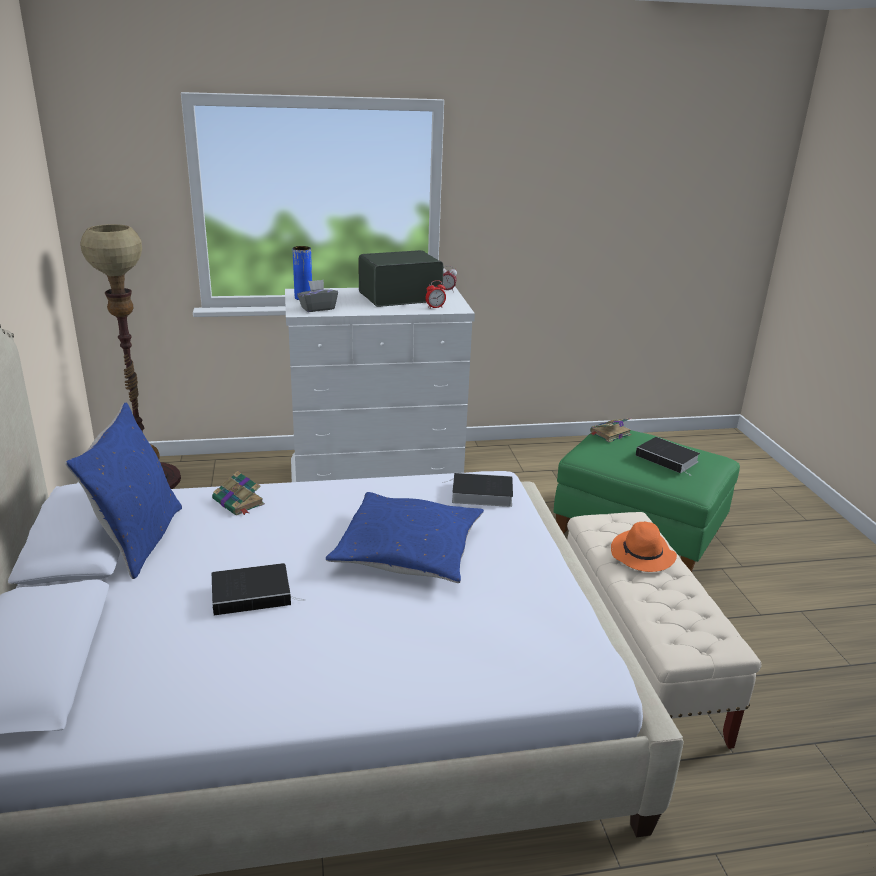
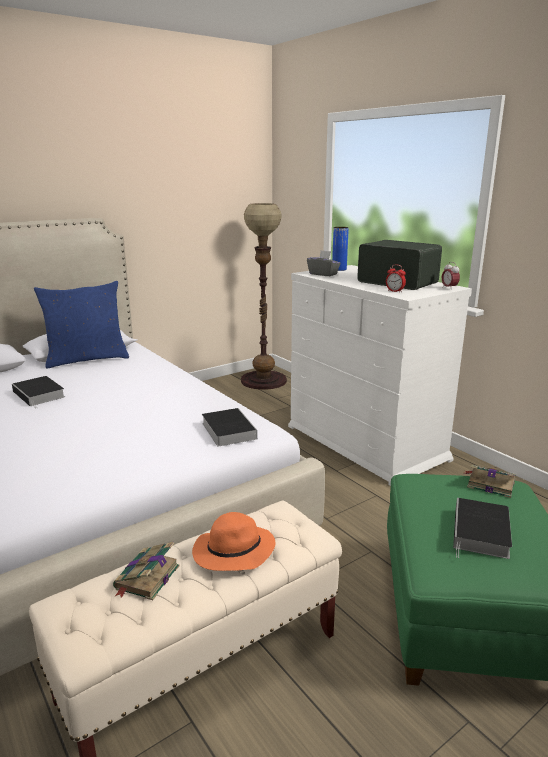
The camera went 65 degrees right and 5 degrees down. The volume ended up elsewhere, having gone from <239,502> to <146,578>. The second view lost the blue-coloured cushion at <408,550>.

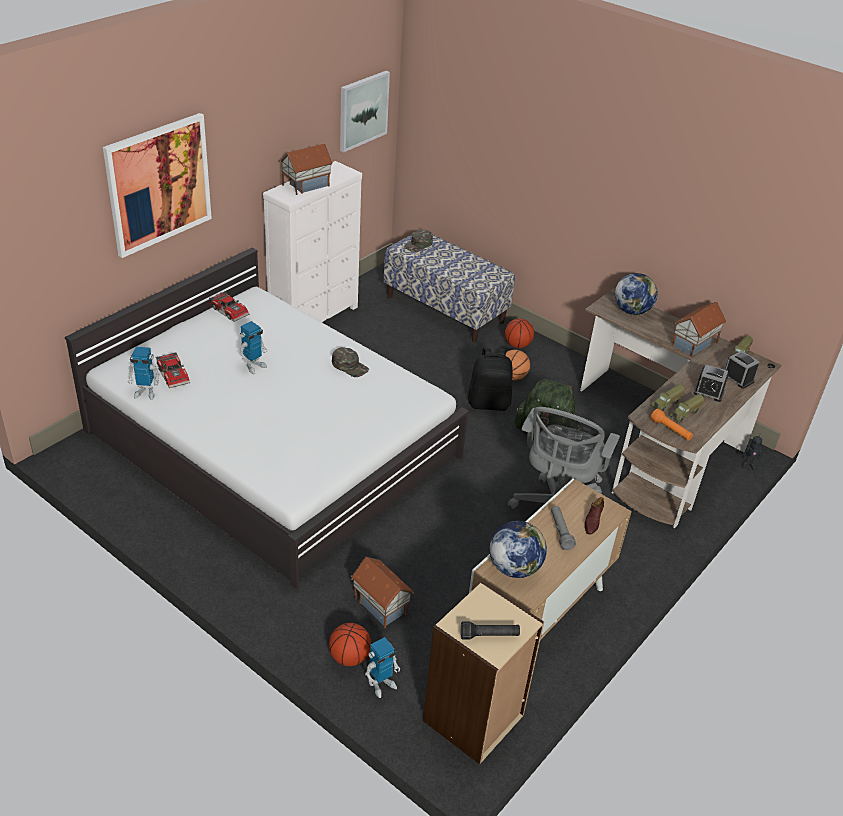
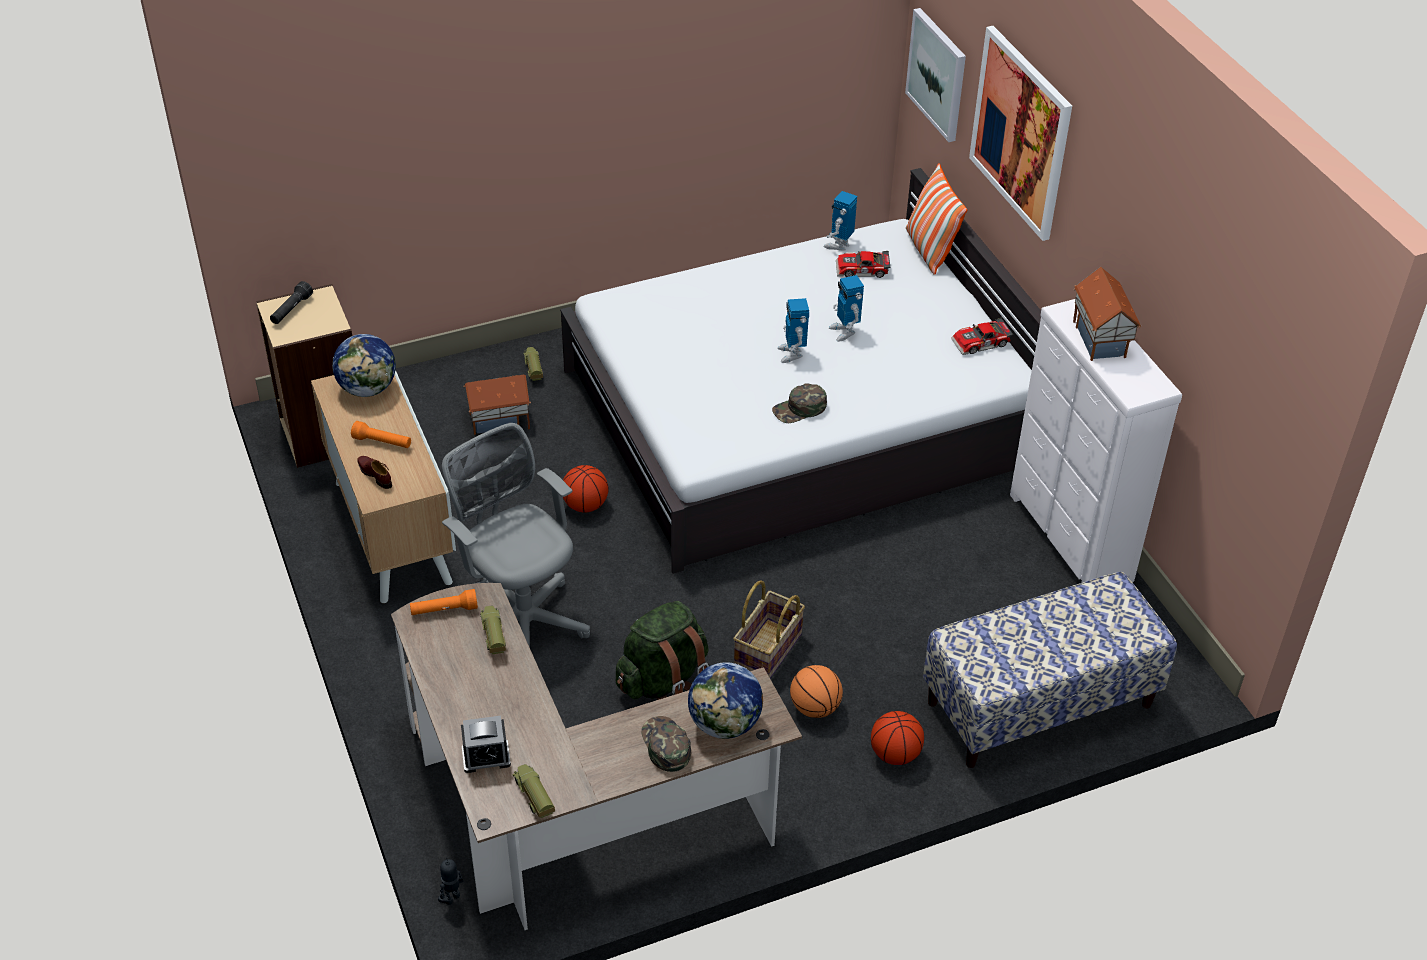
The camera went 120 degrees right and 5 degrees up. The picture ended up elsewhere, having gone from <363,110> to <937,74>. The green-coloured cap ended up elsewhere, having gone from <418,245> to <665,745>. The second view lost the toy house at <694,344>. Where the blackish knapsack stood at <489,403>, the basket came to stand at <768,651>. The second view lost the bedside clock at <708,392>. The toy lorry ended up elsewhere, having gone from <685,414> to <533,370>. What was the grey torch at <560,532> turned into the orange-coloured torch at <382,442>. The basketball ended up elsewhere, having gone from <349,657> to <585,505>. The robot figure ended up elsewhere, having gone from <381,684> to <792,354>. The second view gained the cushion at <929,250>.

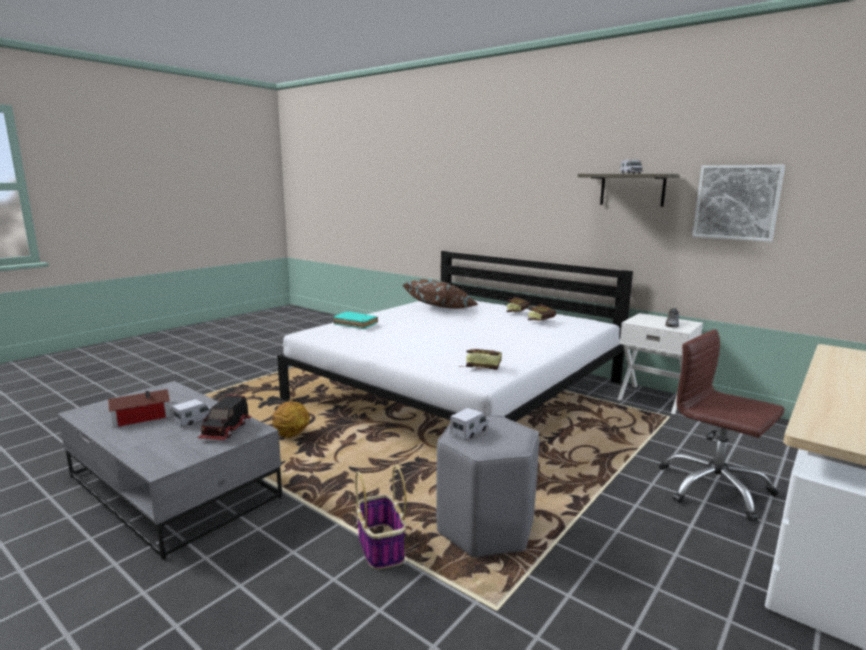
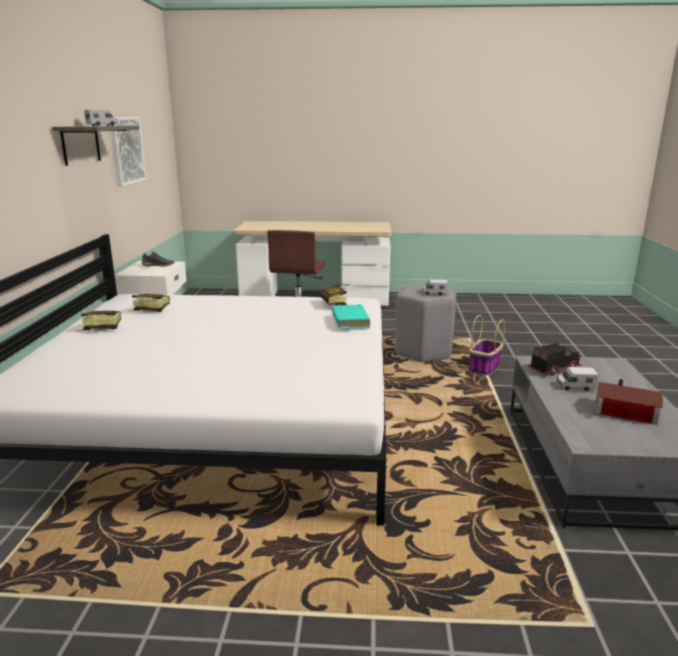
The camera went 125 degrees left and 5 degrees up. The second view lost the brown cushion at <441,308>. The turquoise volume ended up elsewhere, having gone from <355,324> to <350,322>. The second view lost the basketball at <291,435>.

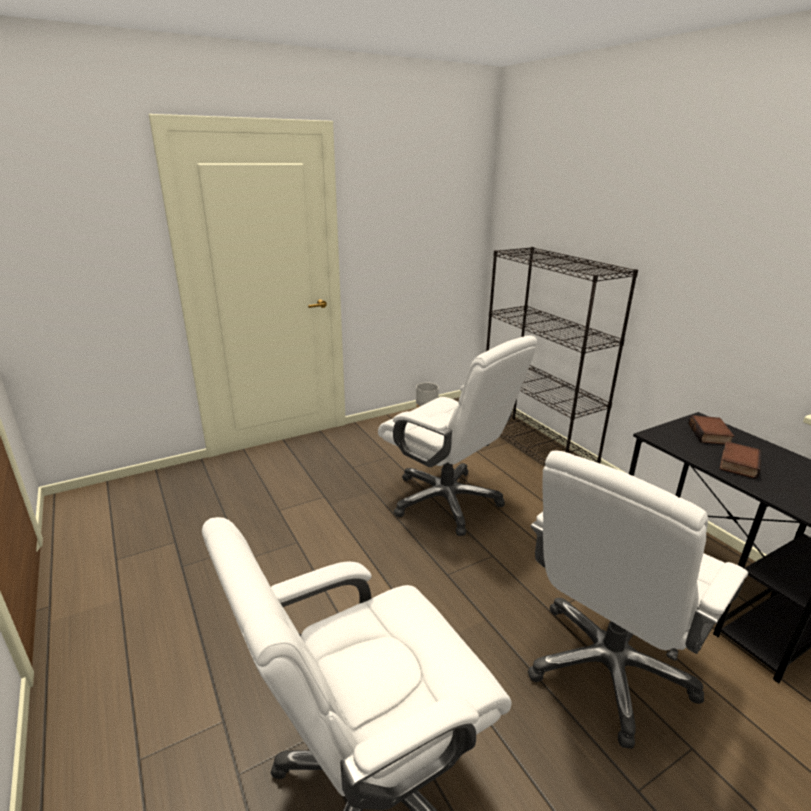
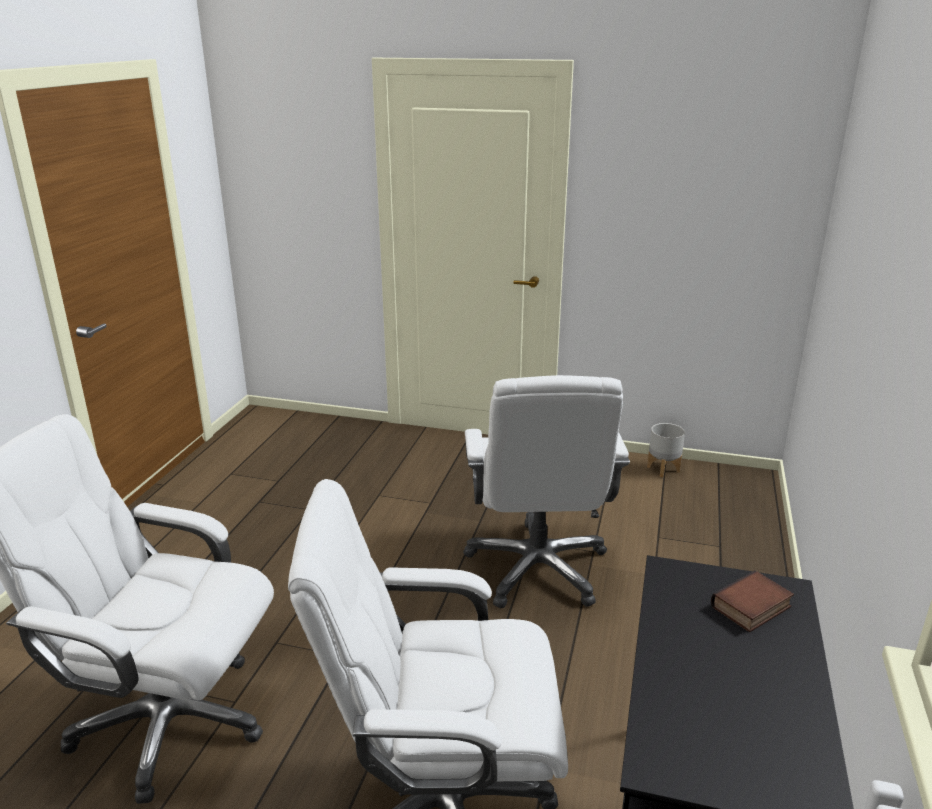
The camera went 45 degrees right and 0 degrees up. The second view lost the blackish shelving unit at <536,447>. The second view lost the volume at <737,463>.

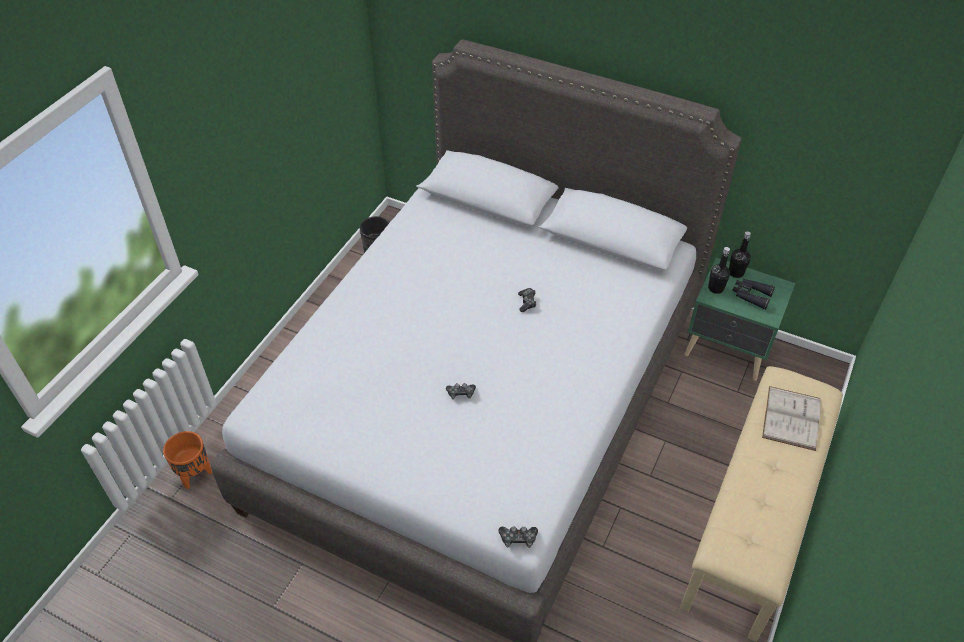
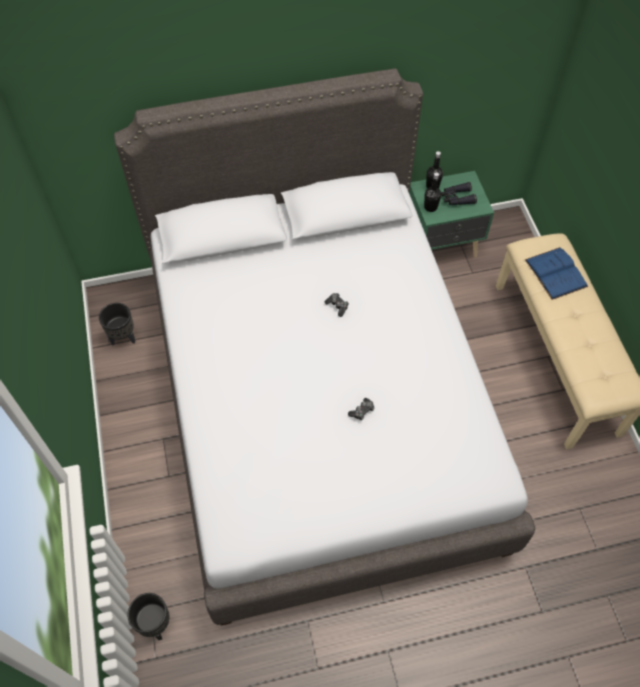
The camera went 40 degrees left and 10 degrees up. What was the white volume at <791,418> turned into the blue-coloured volume at <555,273>. What was the orange-coloured plant pot at <194,475> turned into the blackish plant pot at <156,624>. The second view lost the gamepad at <518,539>.

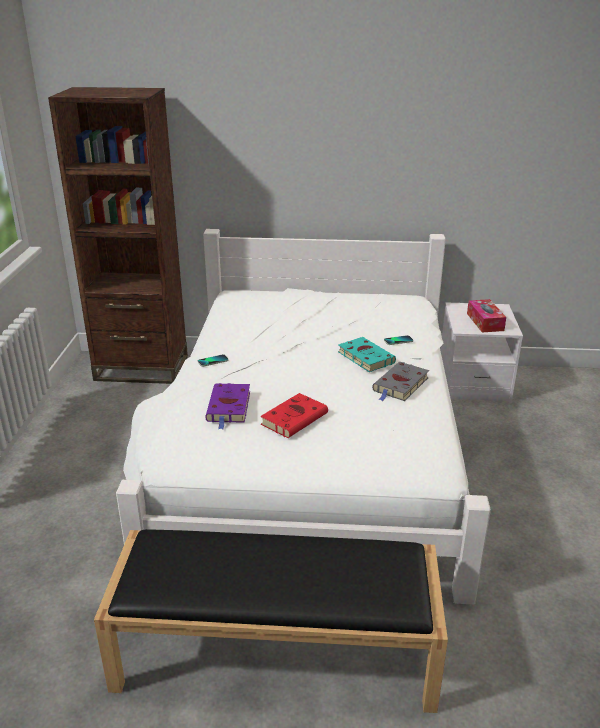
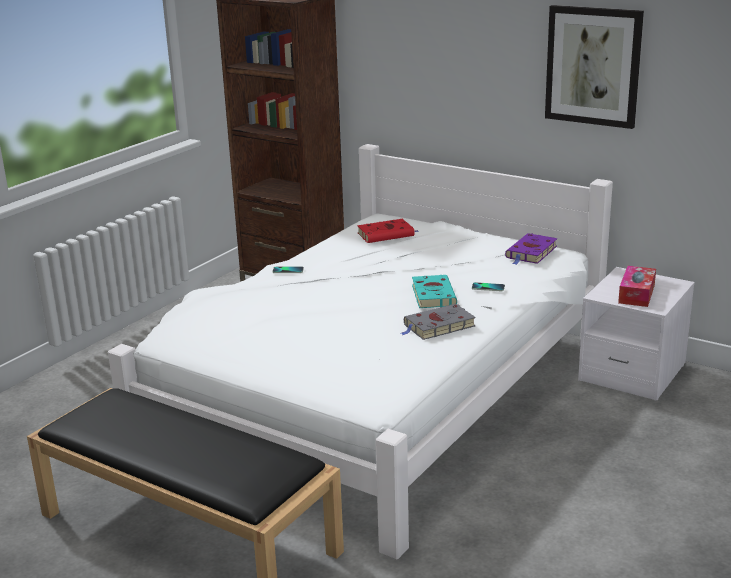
The camera went 30 degrees right and 5 degrees down. The purple volume ended up elsewhere, having gone from <229,408> to <531,253>. The red volume ended up elsewhere, having gone from <295,418> to <387,234>. The second view gained the picture at <593,66>.

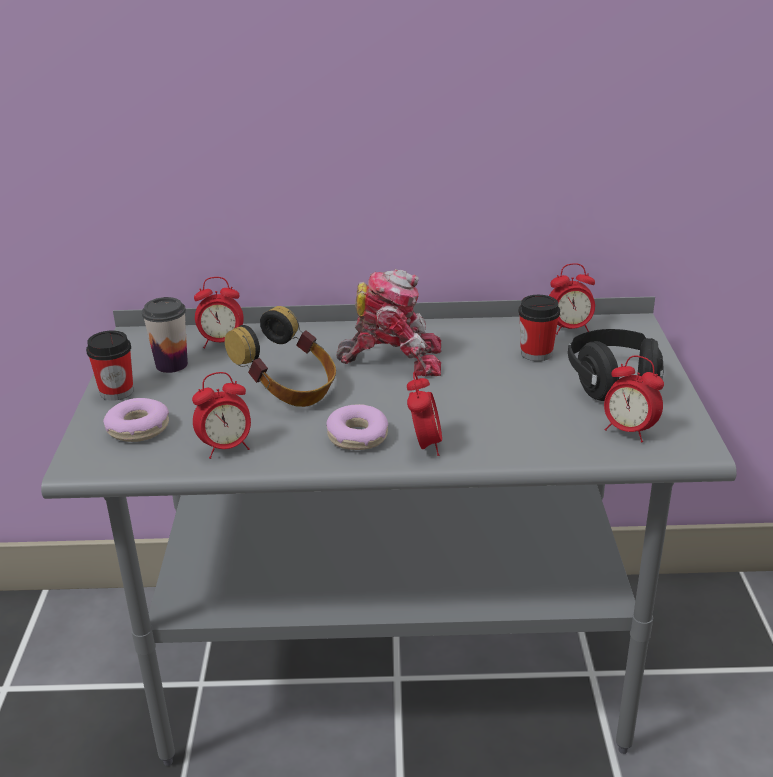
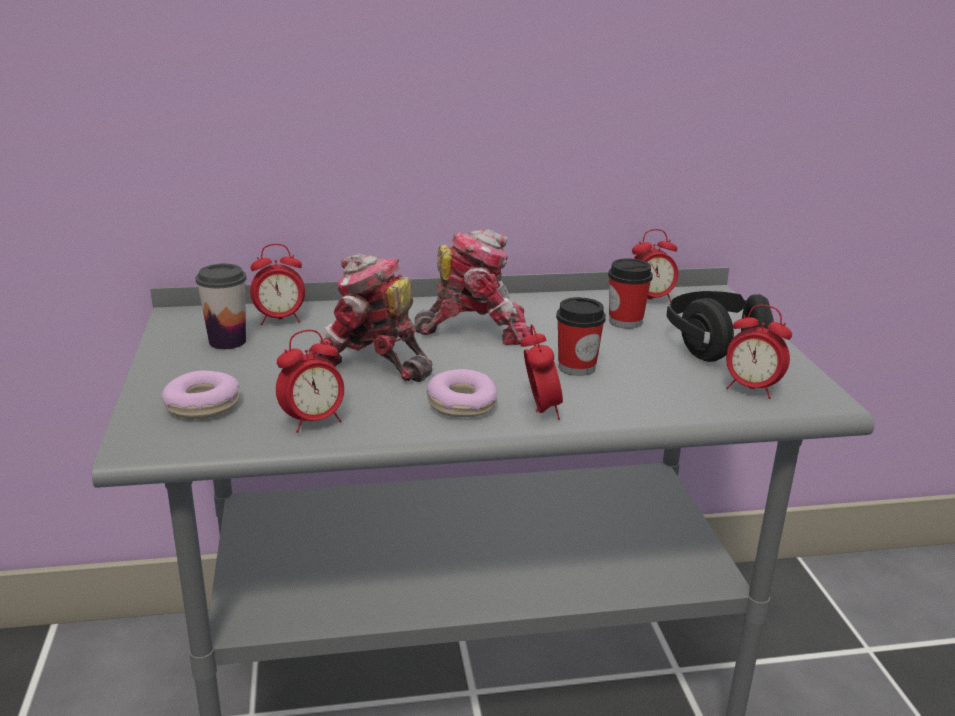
The camera went 10 degrees left and 5 degrees down. Where the pair of headphones stood at <289,391>, the robot figure came to stand at <370,363>. The cup ended up elsewhere, having gone from <116,392> to <576,367>.

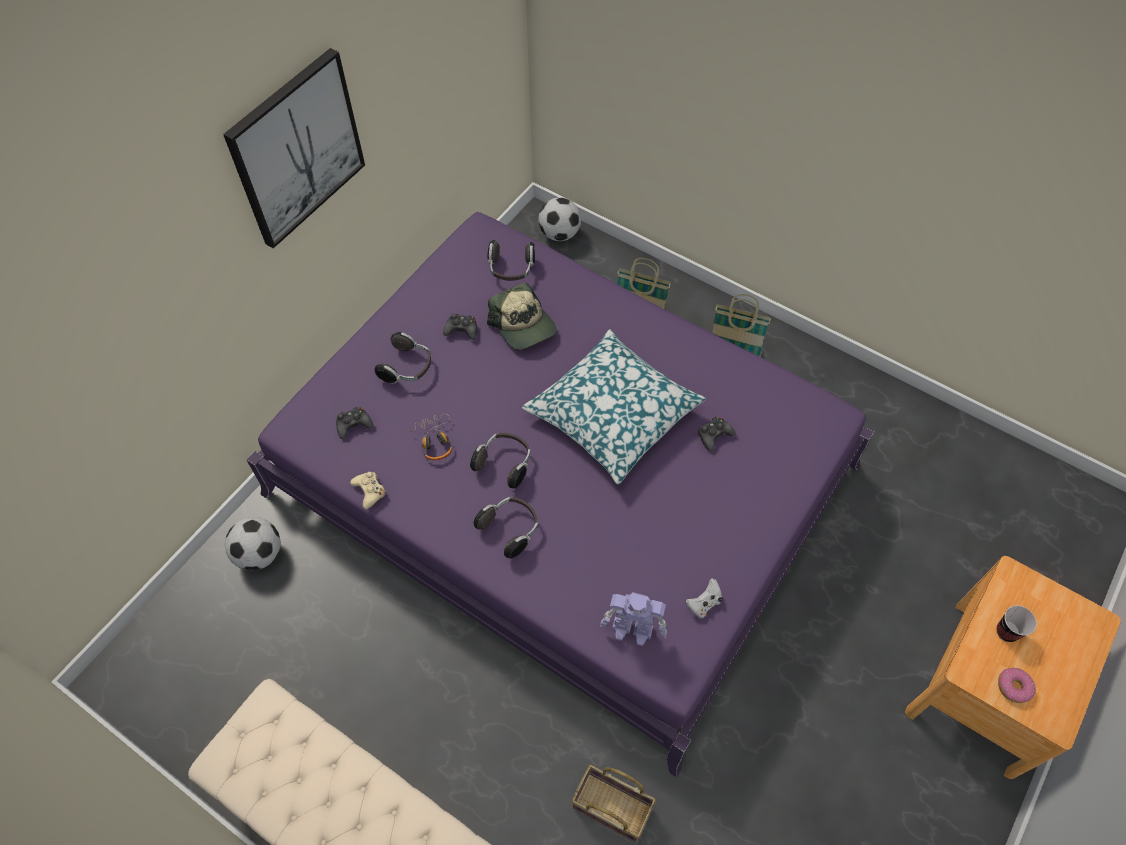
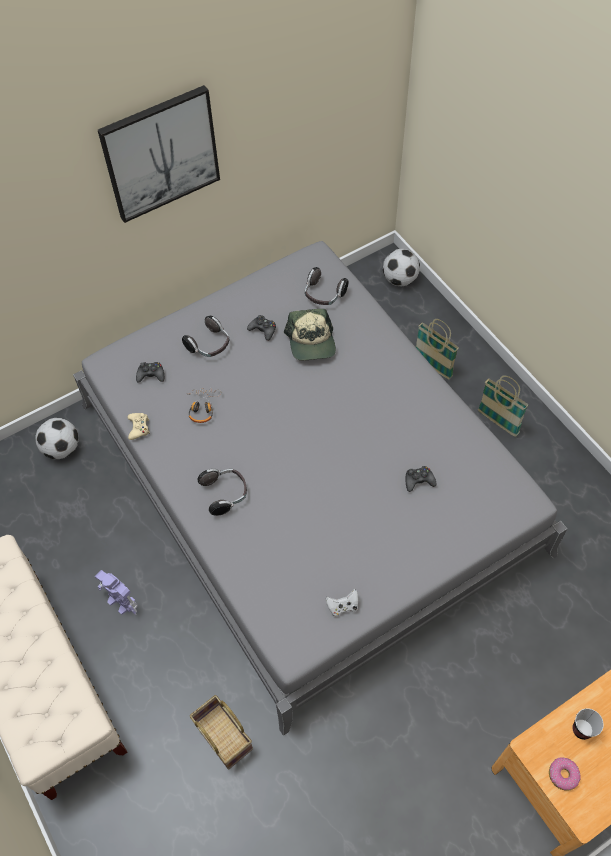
The camera went 25 degrees right and 0 degrees up. What was the purple sleeping bed at <563,480> turned into the grey sleeping bed at <307,477>. The second view lost the cushion at <612,414>. The second view lost the pair of headphones at <504,464>. The robot figure ended up elsewhere, having gone from <633,630> to <122,602>.

